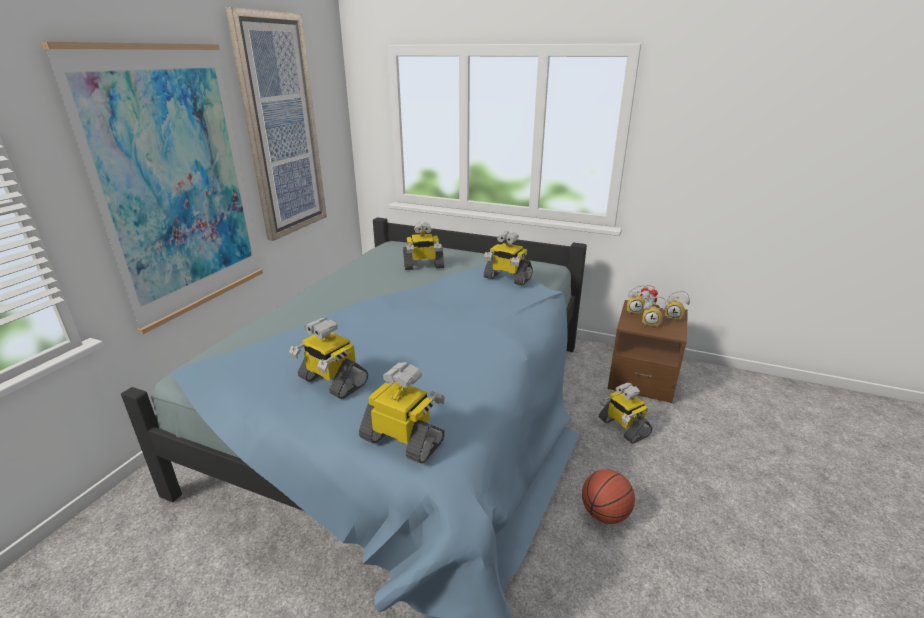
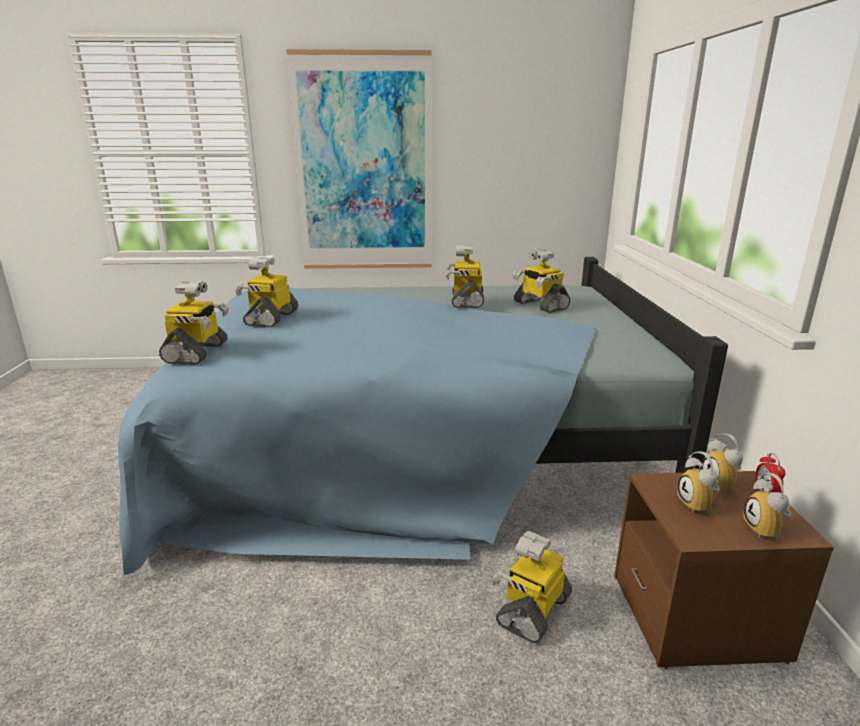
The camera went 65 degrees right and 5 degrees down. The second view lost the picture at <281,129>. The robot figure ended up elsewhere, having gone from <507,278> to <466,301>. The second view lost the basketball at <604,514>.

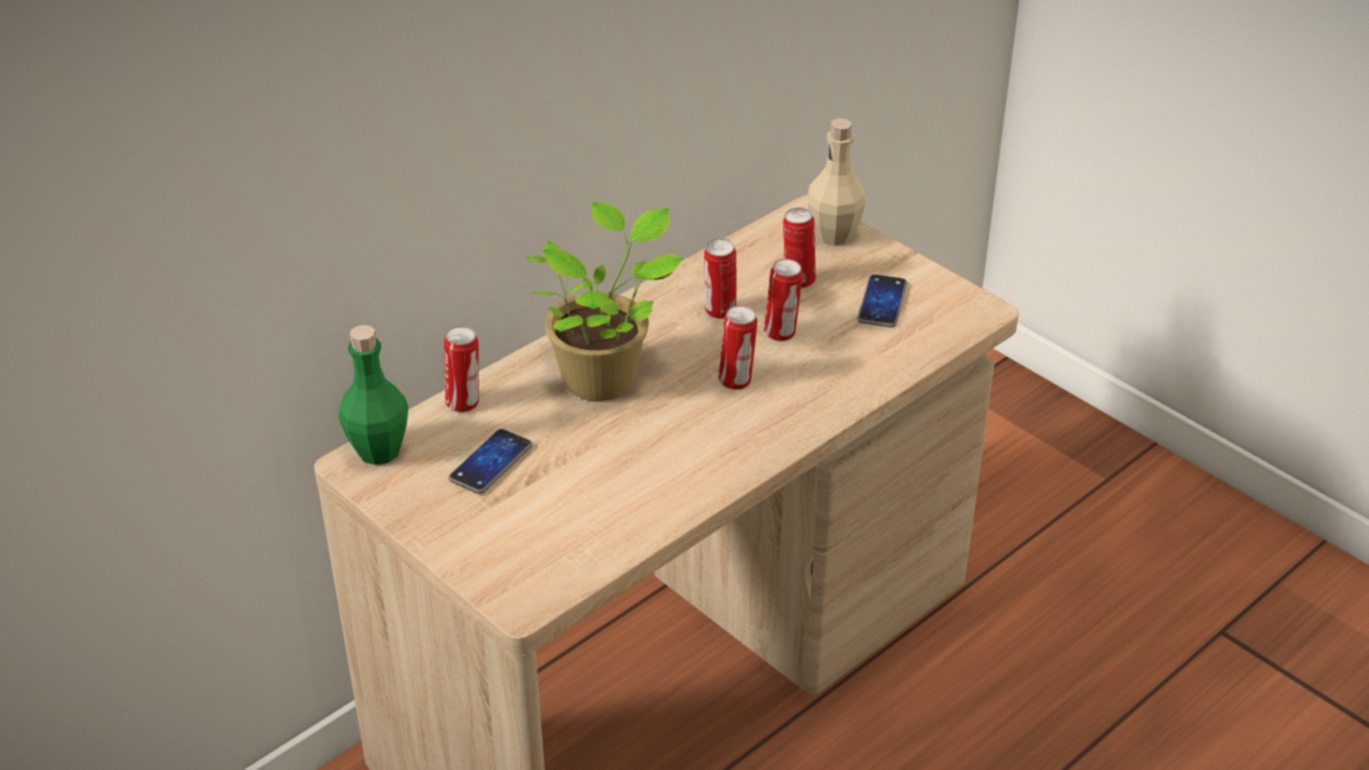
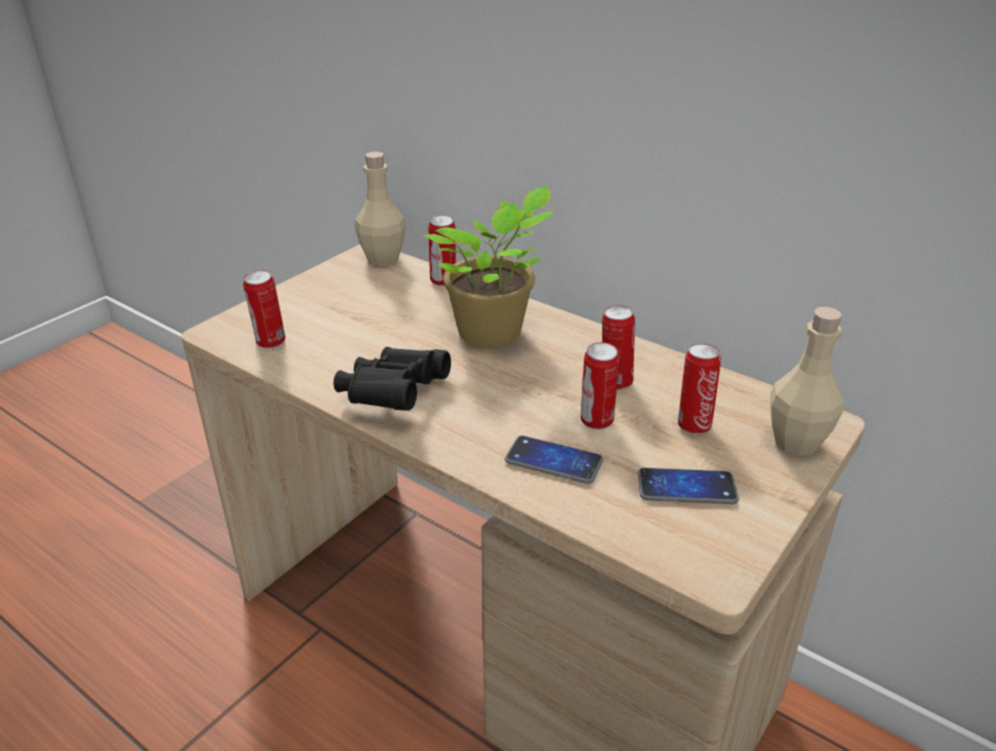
The camera went 80 degrees right and 5 degrees down. The can ended up elsewhere, having gone from <737,381> to <270,342>. What was the green-coloured beverage bottle at <379,451> turned into the beige beverage bottle at <383,259>. The phone ended up elsewhere, having gone from <491,463> to <553,461>. The second view gained the blackish binoculars at <393,396>.

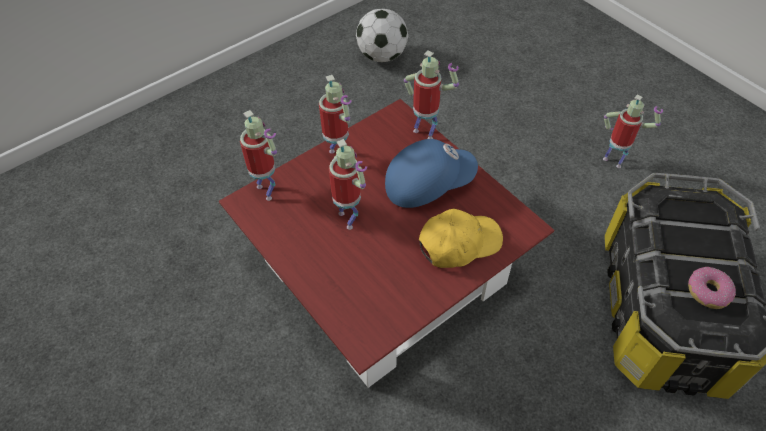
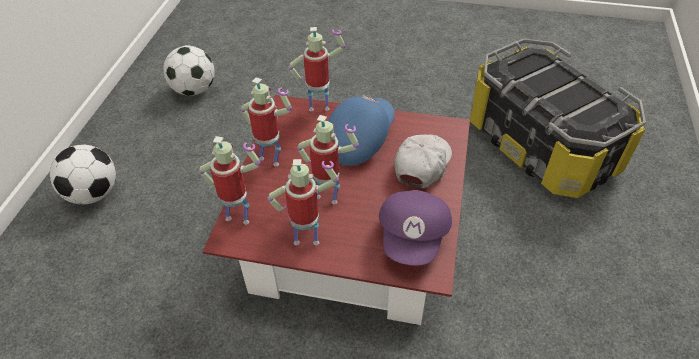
The camera went 40 degrees left and 5 degrees down. The robot figure ended up elsewhere, having gone from <614,161> to <307,239>. What was the yellow cap at <459,243> turned into the white cap at <422,164>. The second view lost the donut at <708,292>. The second view gained the football ball at <94,194>. The second view gained the purple cap at <414,237>.

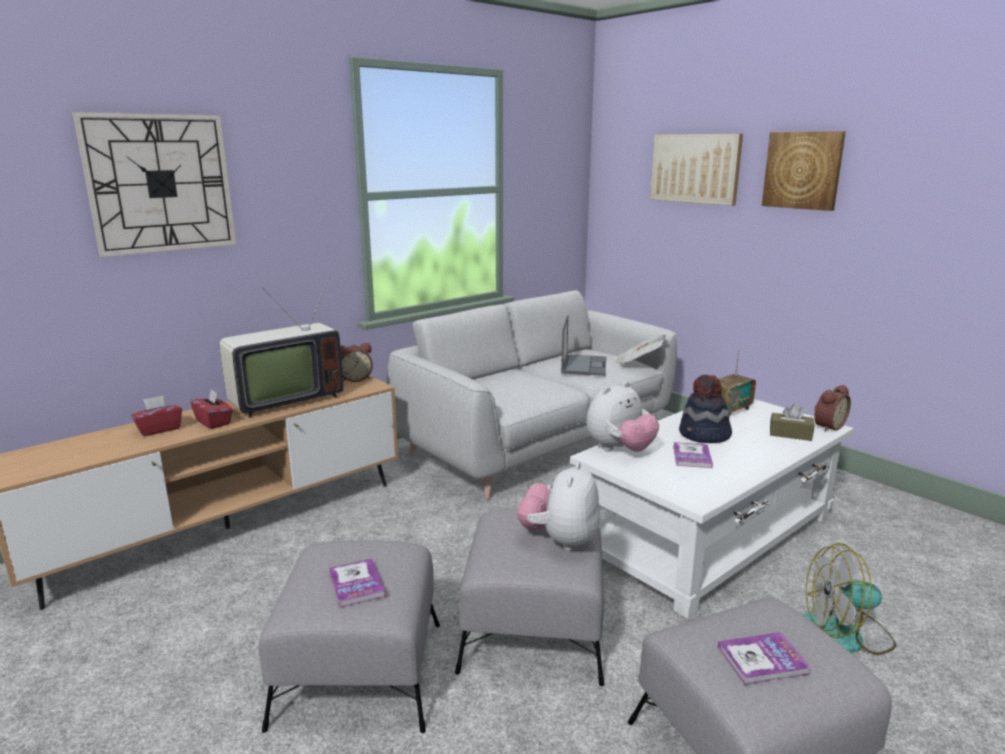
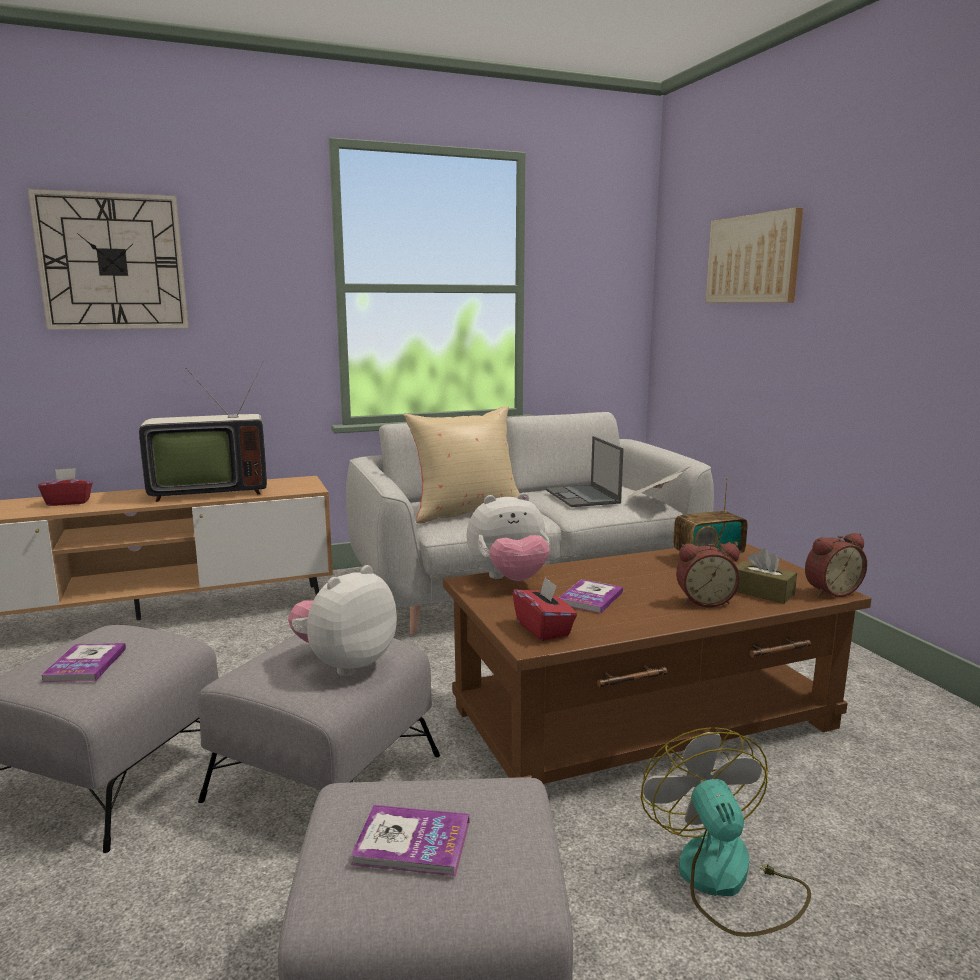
The camera went 20 degrees right and 5 degrees down. The second view lost the picture at <803,170>. The laptop at <584,365> ended up facing another way, 135 degrees clockwise from before. The bedside clock ended up elsewhere, having gone from <355,379> to <704,601>. The second view lost the clothing hat at <704,435>. The red box of tissues ended up elsewhere, having gone from <214,422> to <544,629>. What was the white lounge table at <709,534> turned into the brown lounge table at <644,717>. The fan at <844,635> ended up facing another way, 60 degrees clockwise from before. The second view gained the beige cushion at <466,512>.

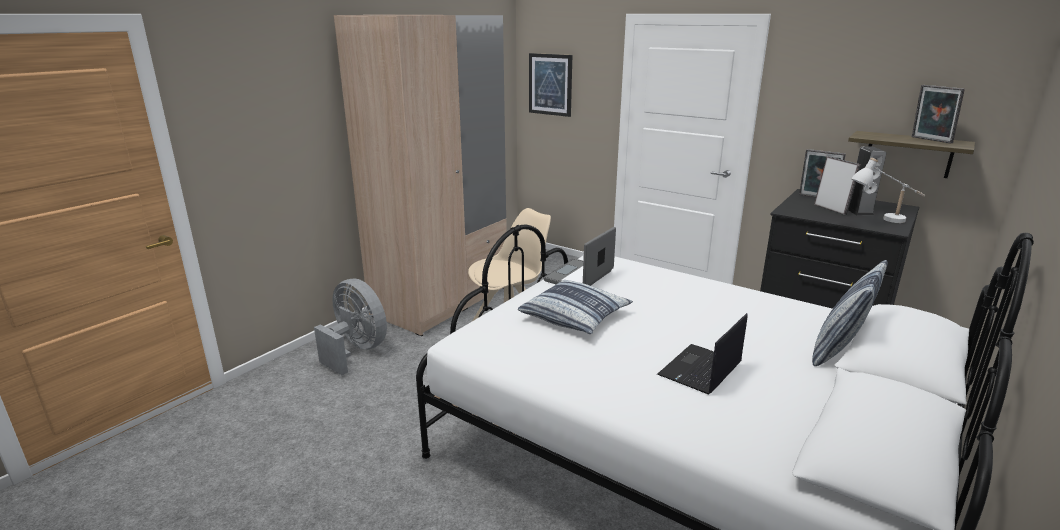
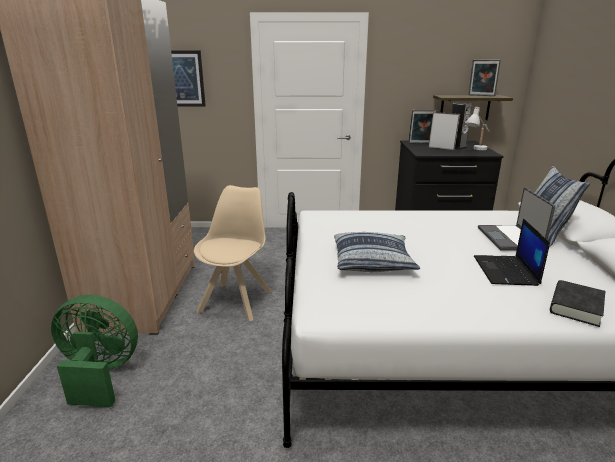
The camera went 35 degrees left and 0 degrees up. The laptop ended up elsewhere, having gone from <580,276> to <510,238>. What was the grey fan at <356,351> turned into the green-coloured fan at <100,374>. The second view gained the blackish volume at <575,307>.

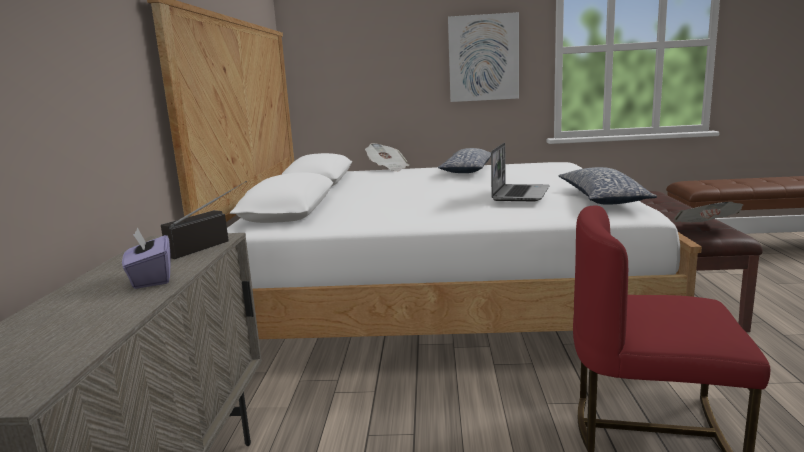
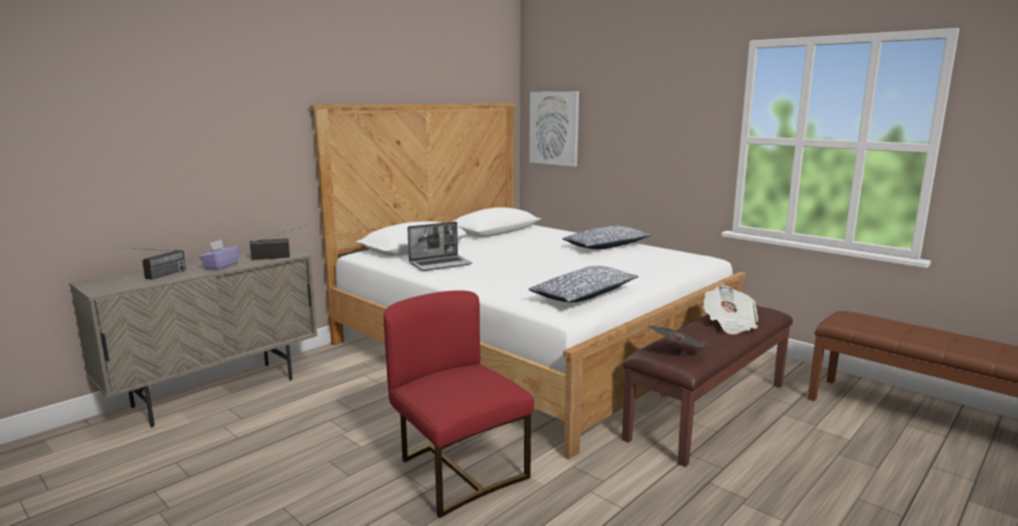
The camera went 40 degrees right and 0 degrees up. The picture ended up elsewhere, having gone from <483,58> to <554,128>. The laptop ended up elsewhere, having gone from <520,194> to <441,264>. The newspaper ended up elsewhere, having gone from <388,169> to <729,324>. The second view gained the radio receiver at <157,277>.

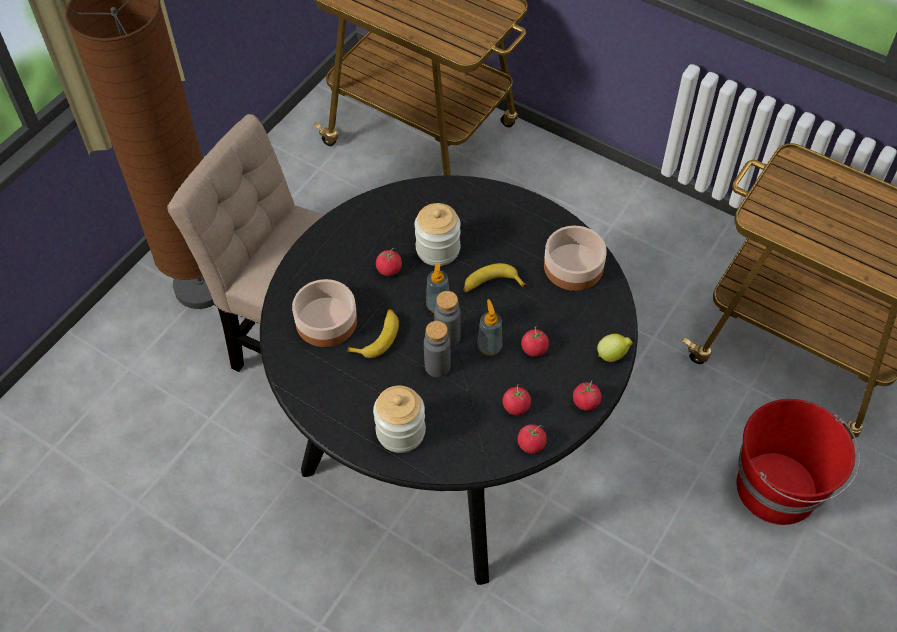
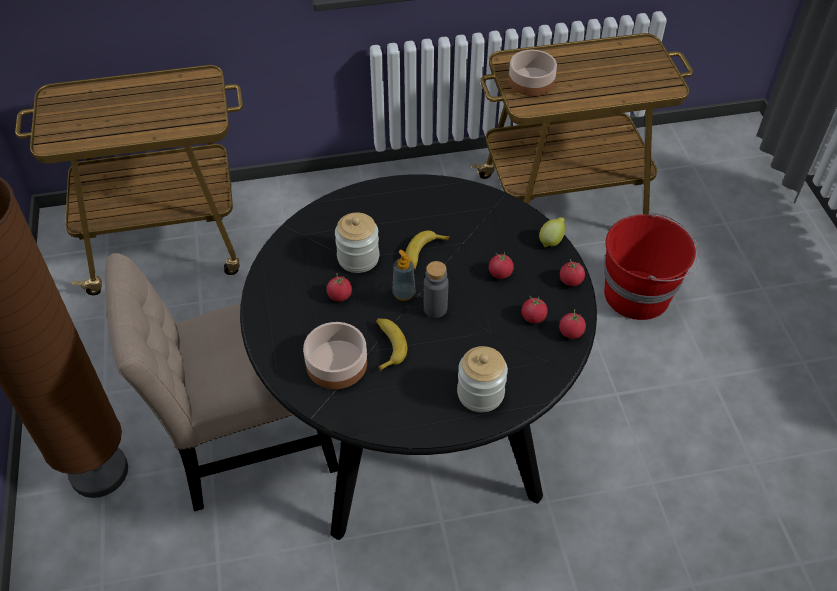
The camera went 45 degrees left and 5 degrees down. The serving bowl ended up elsewhere, having gone from <573,266> to <530,81>. The second view lost the soap bottle at <489,347>. The second view lost the grey beverage bottle at <437,366>.

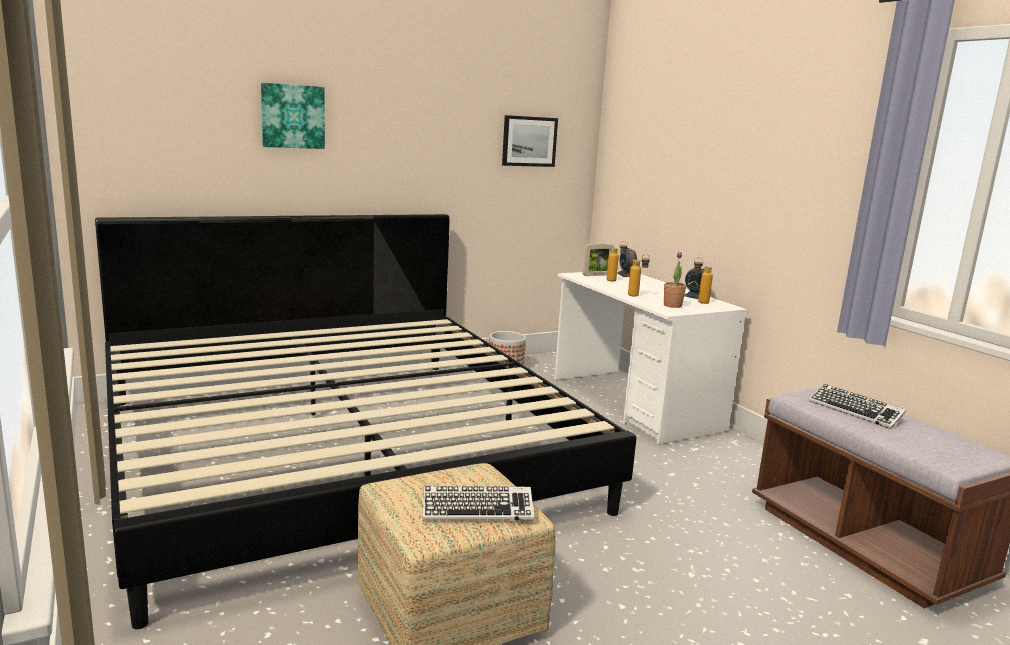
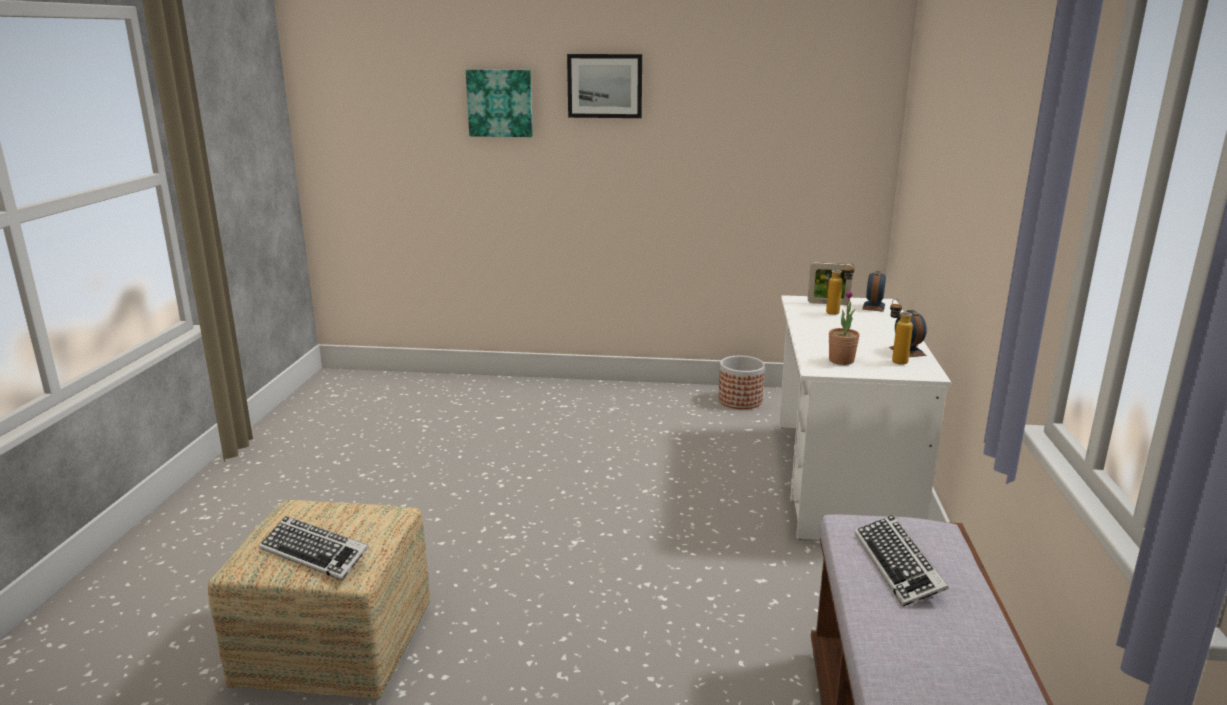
The camera went 35 degrees right and 5 degrees up. The picture ended up elsewhere, having gone from <529,141> to <605,86>. The second view lost the sleeping bed at <339,451>. The second view lost the beverage bottle at <637,296>.

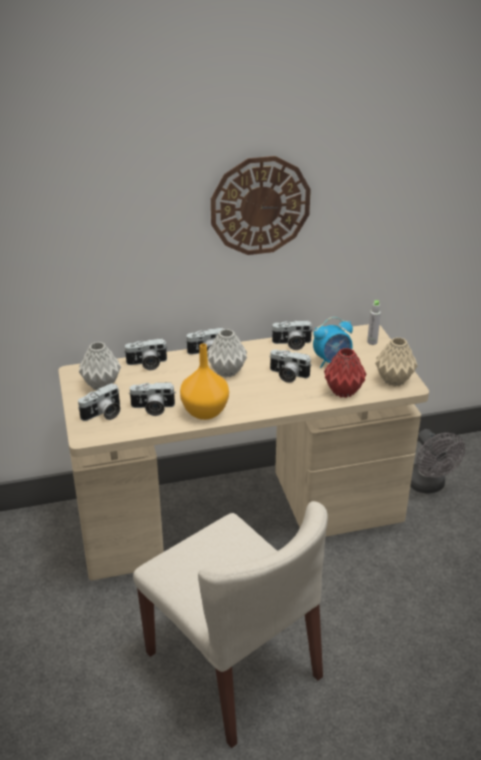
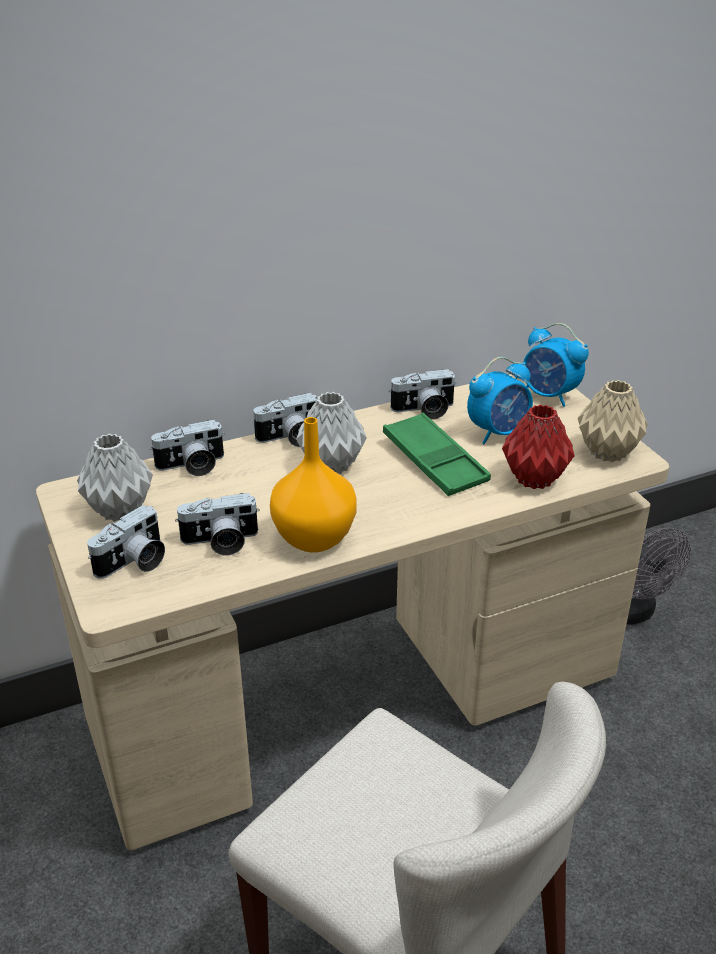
The camera went 10 degrees left and 0 degrees up. The second view lost the wall clock at <260,206>. Where the grey beverage bottle stood at <372,342>, the bedside clock came to stand at <549,395>. Where the photo camera stood at <288,375>, the green-coloured tray came to stand at <434,461>.

